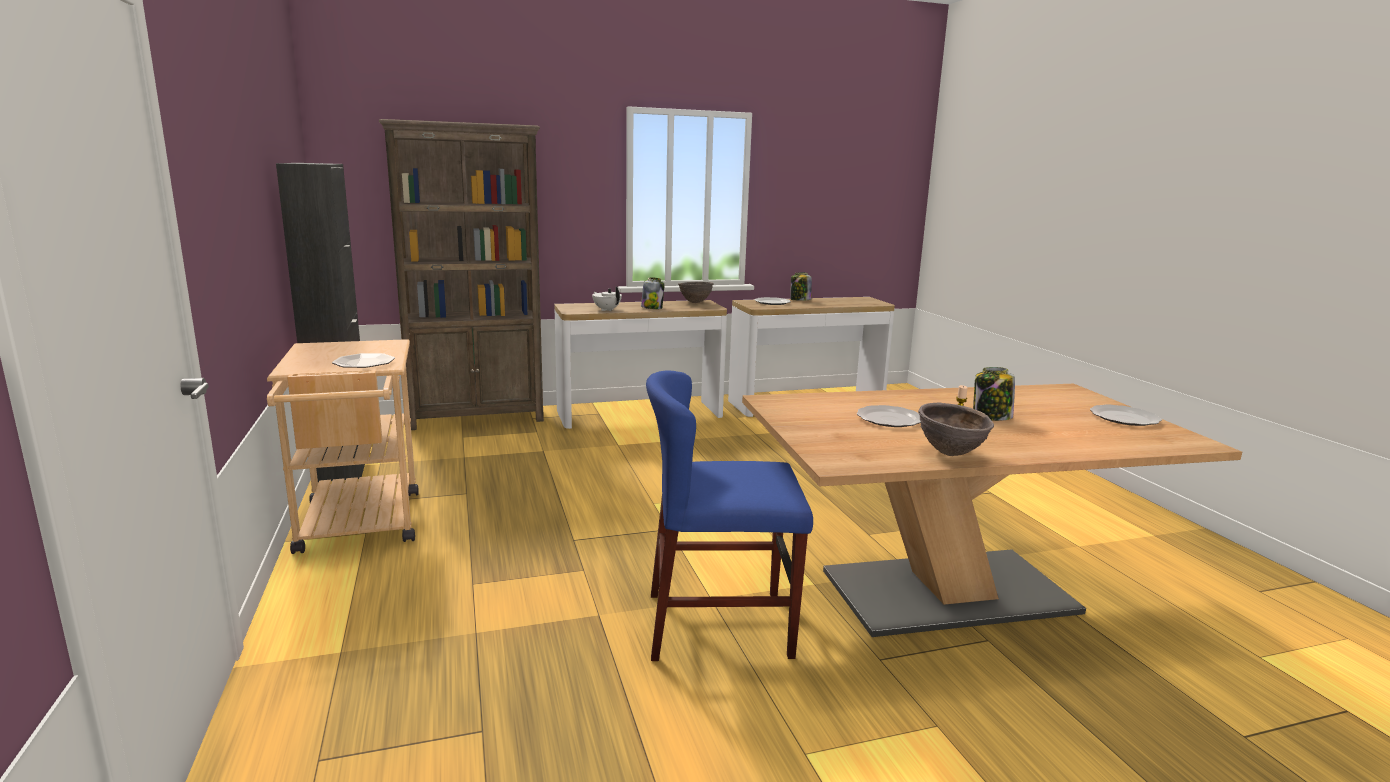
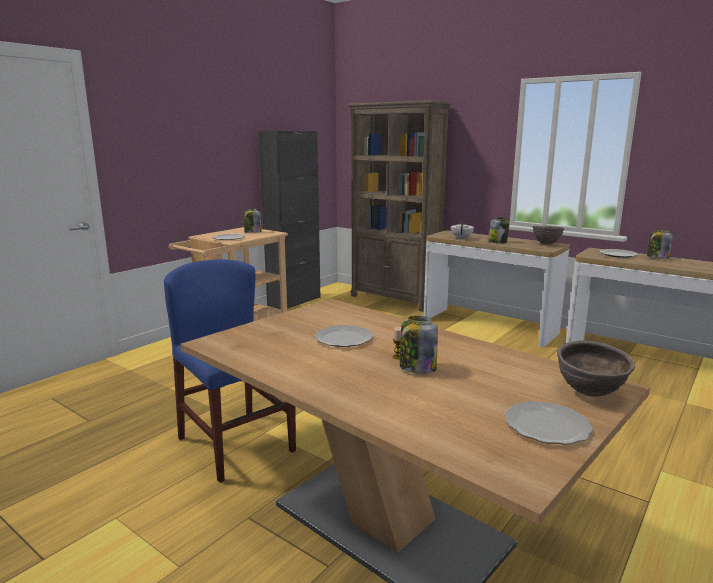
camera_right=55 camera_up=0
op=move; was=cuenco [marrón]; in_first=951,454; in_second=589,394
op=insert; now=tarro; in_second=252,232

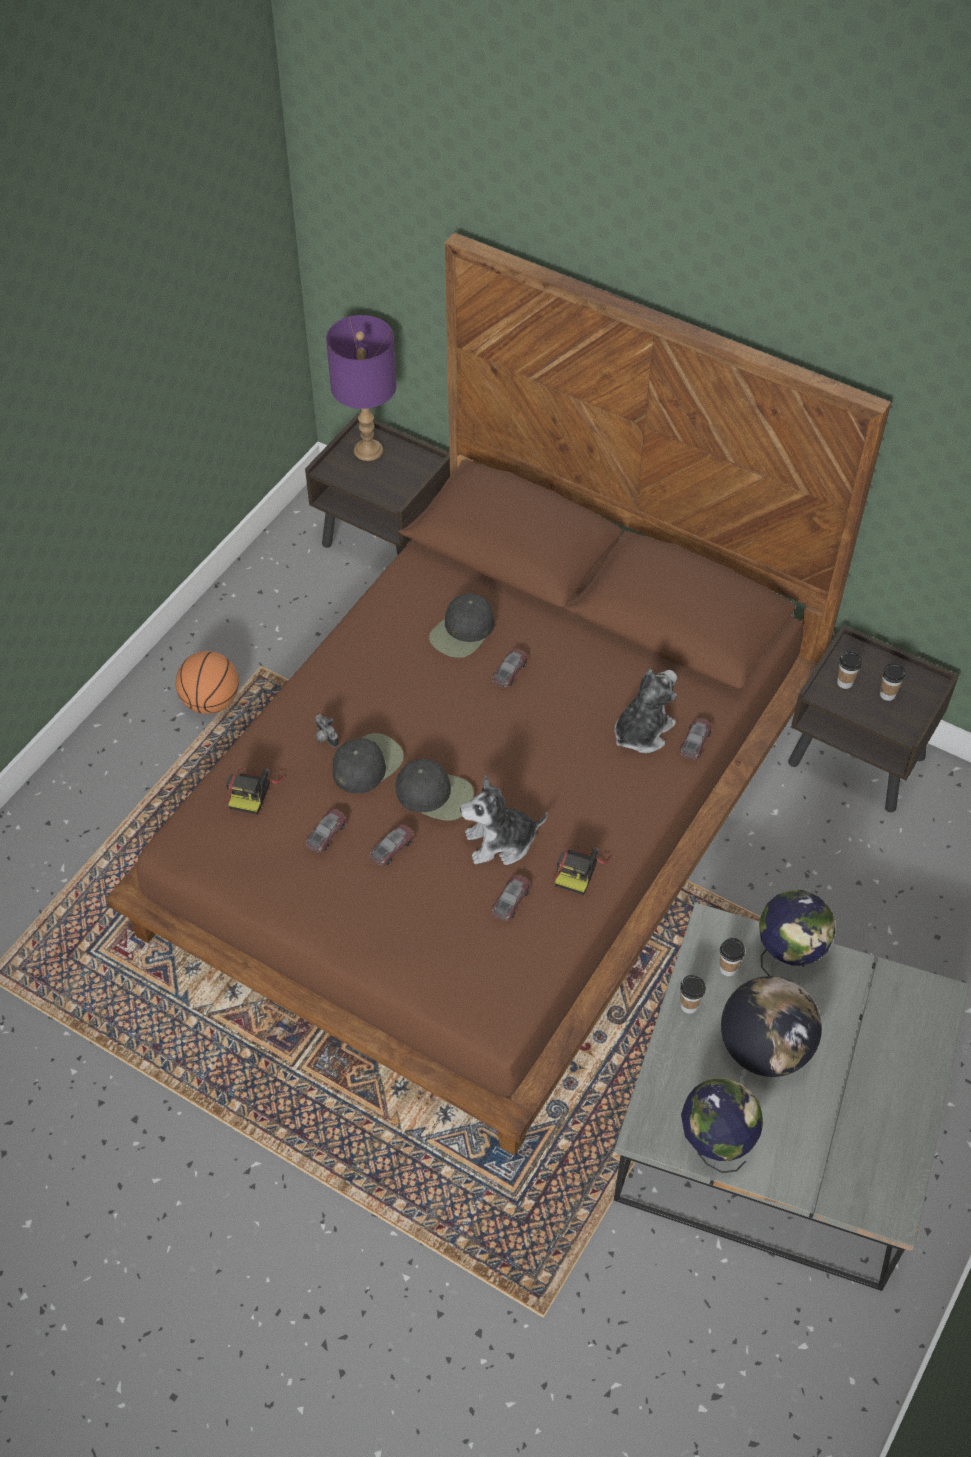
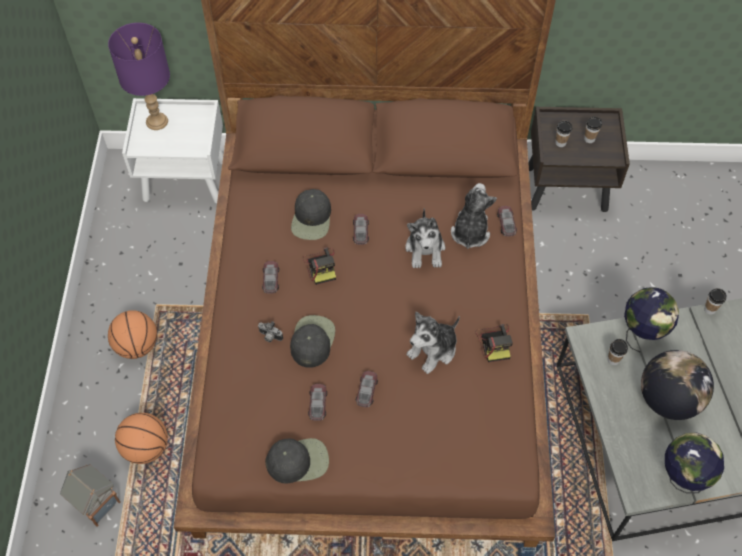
camera_right=-30 camera_up=5
op=move; was=cámara; in_first=253,790; in_second=321,266
op=recolor; was=mesita de noche [marrón]; now=mesita de noche [blanco]; in_first=386,543; in_second=186,180
op=move; was=gorra [negro]; in_first=435,794; in_second=298,461
op=move; was=coche de juguete; in_first=511,900; in_second=271,279
op=move; was=taza; in_first=689,1005; in_second=709,309
op=insert; now=casita; in_second=96,503
op=insert; now=balón de baloncesto; in_second=146,448
op=insert; now=peluche; in_second=425,249

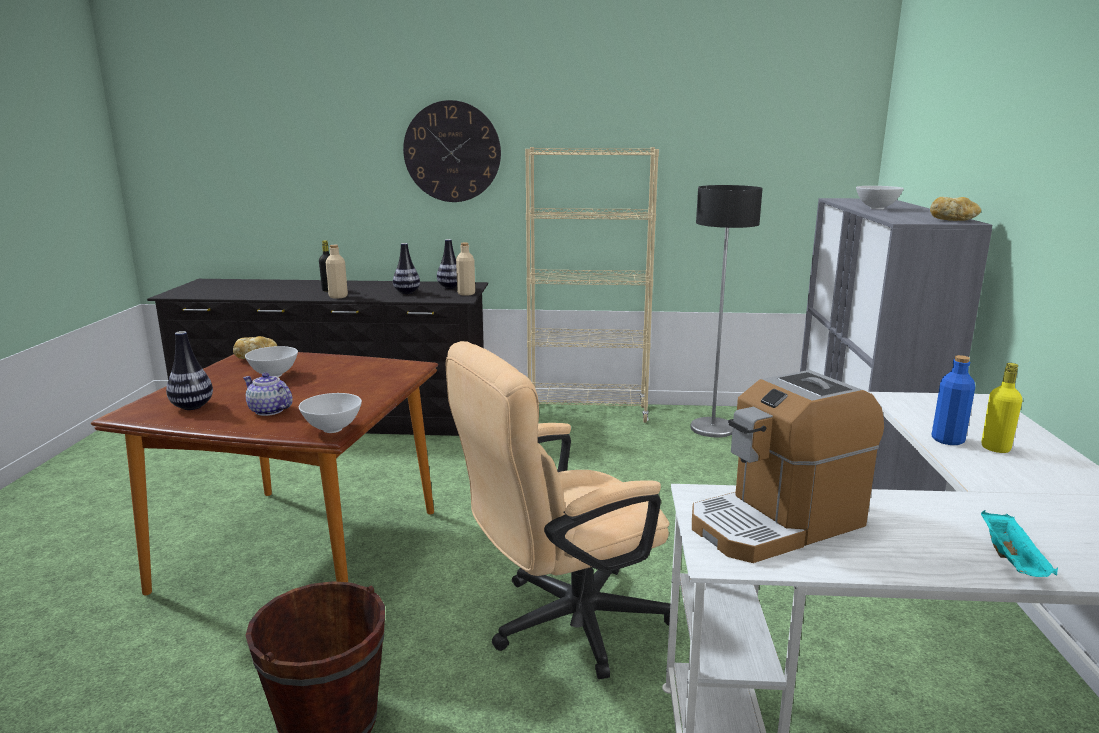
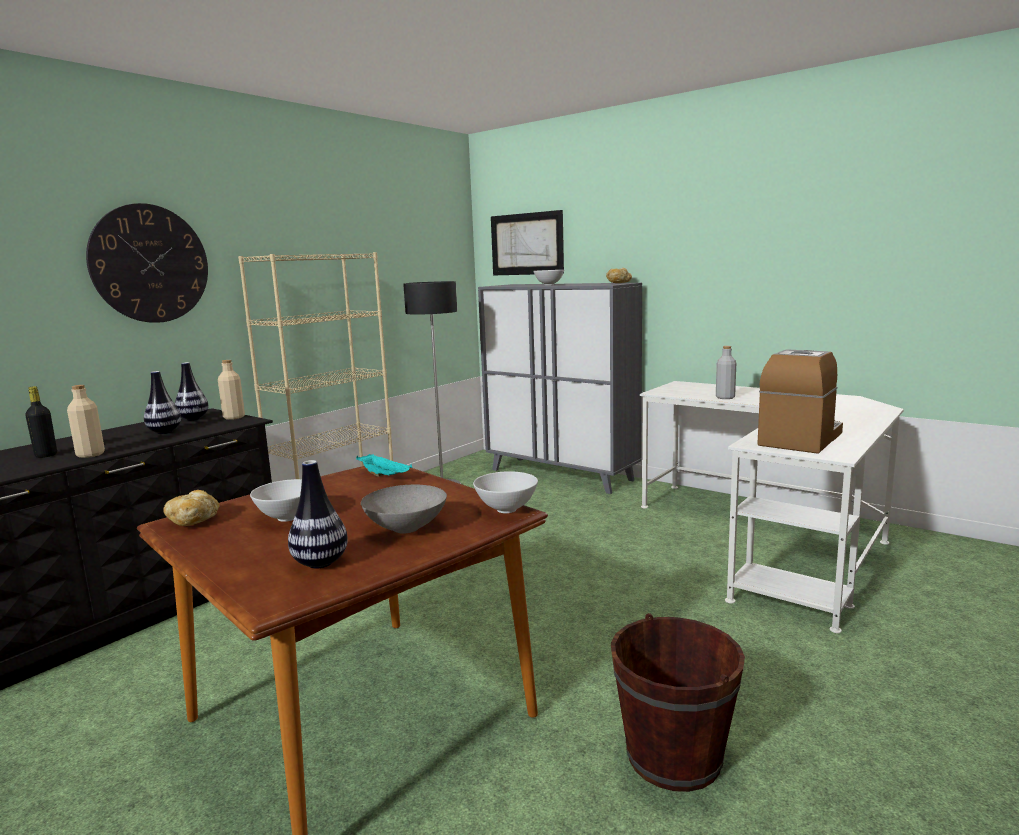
camera_right=-55 camera_up=-5
op=replace; was=tetera; now=cuenco [gris]; in_first=269,411; in_second=407,528
op=delete; was=silla de oficina [beis]; in_first=562,624
op=rotate; was=cafetera; in_first=777,523; in_second=800,439; clockwise=-150
op=recolor; was=botella [azul]; now=botella [gris]; in_first=947,440; in_second=725,397
op=delete; was=botella [amarillo]; in_first=995,448
op=move; was=bandeja [turquesa]; in_first=1013,562; in_second=385,476
op=insert; now=cuadro; in_second=526,244

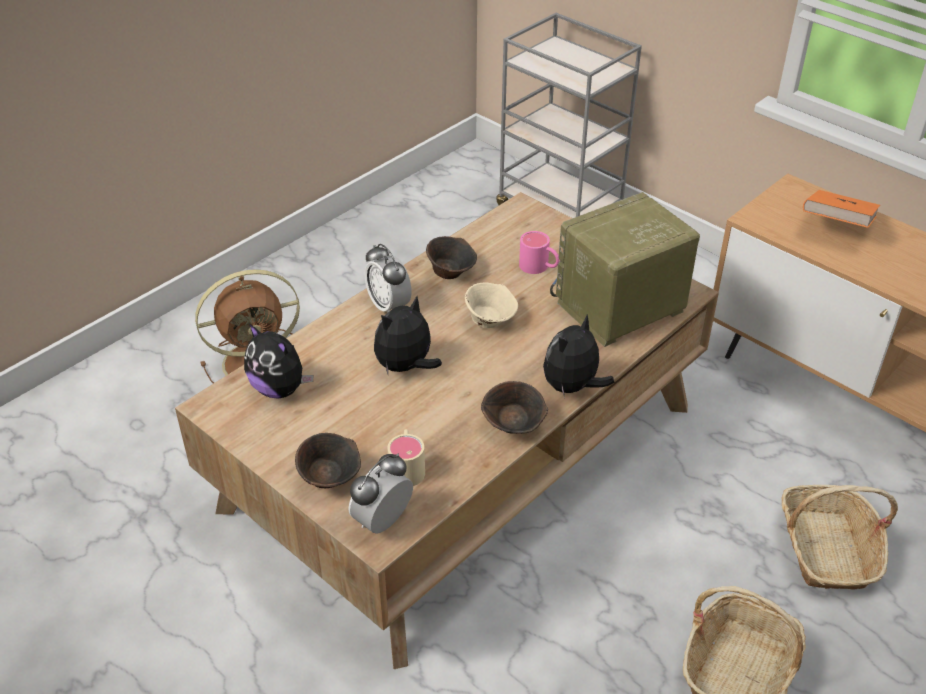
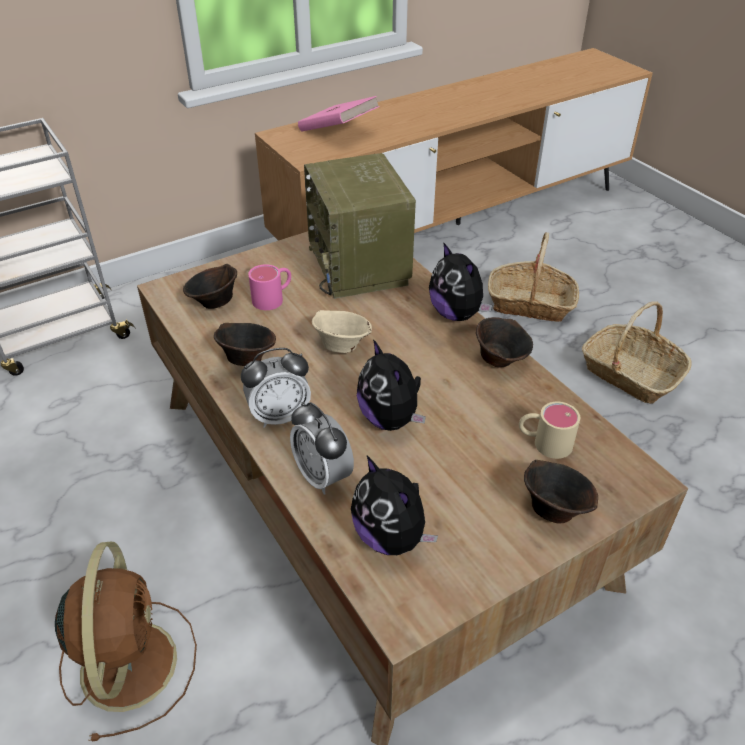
camera_right=-75 camera_up=0
op=rotate; was=peluche; in_first=280,388; in_second=391,537; clockwise=90
op=move; was=despertador; in_first=382,521; in_second=323,476
op=recolor; was=libro [naranja]; now=libro [rosa]; in_first=836,226; in_second=338,132
op=insert; now=cuenco [marrón]; in_second=214,302

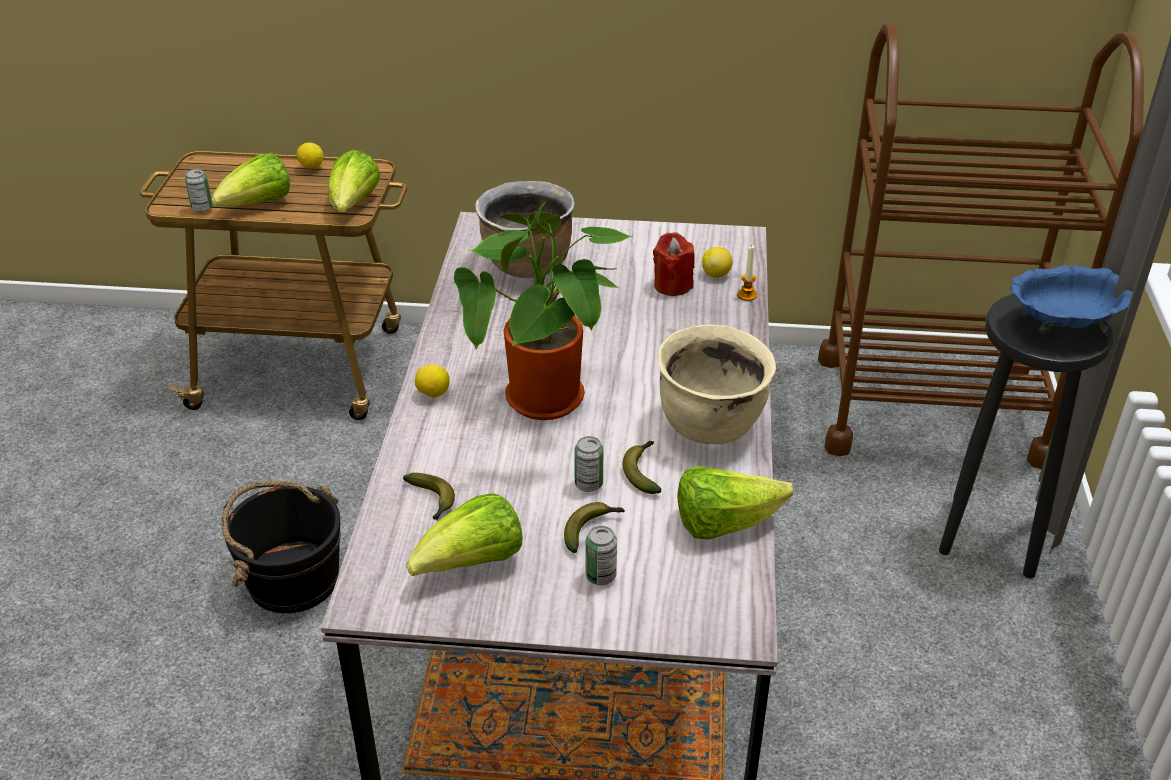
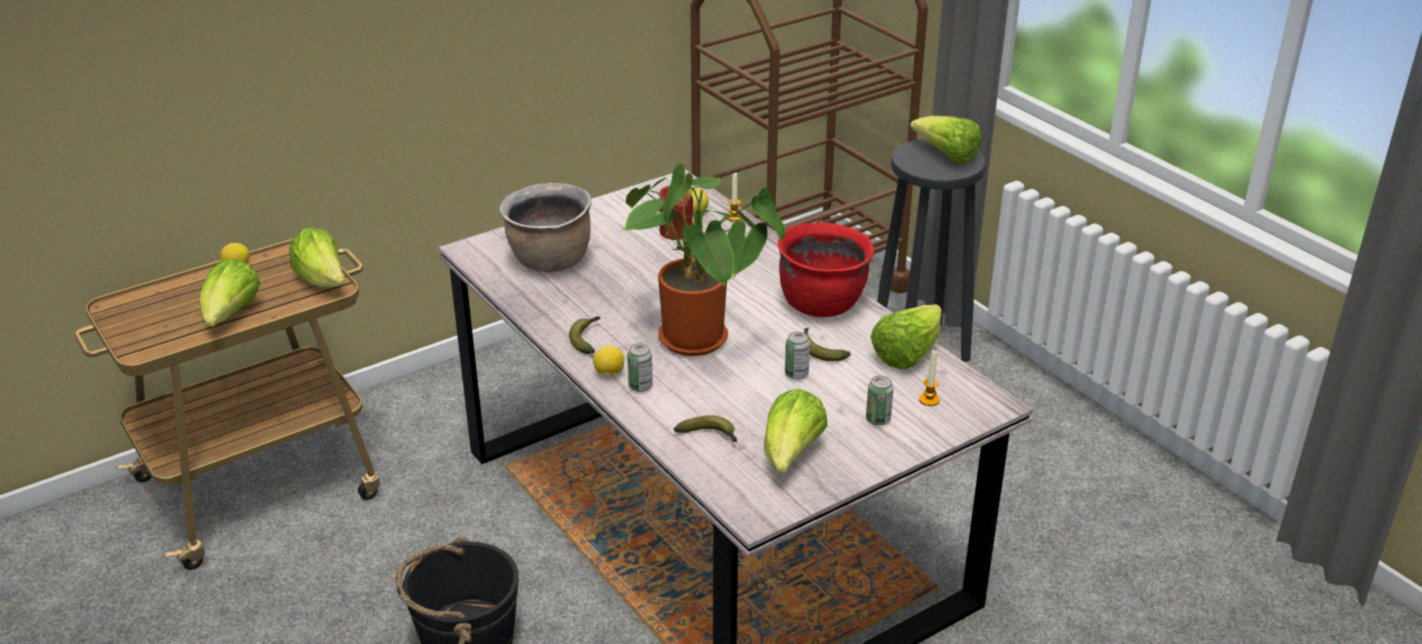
camera_right=-40 camera_up=-5
op=move; was=lata; in_first=202,208; in_second=640,386
op=move; was=plátano; in_first=591,529; in_second=587,339
op=recolor; was=olla [beis]; now=olla [rojo]; in_first=711,425; in_second=822,304
op=replace; was=cuenco [azul]; now=lechuga; in_first=1062,326; in_second=947,156
op=insert; now=vela; in_second=929,400

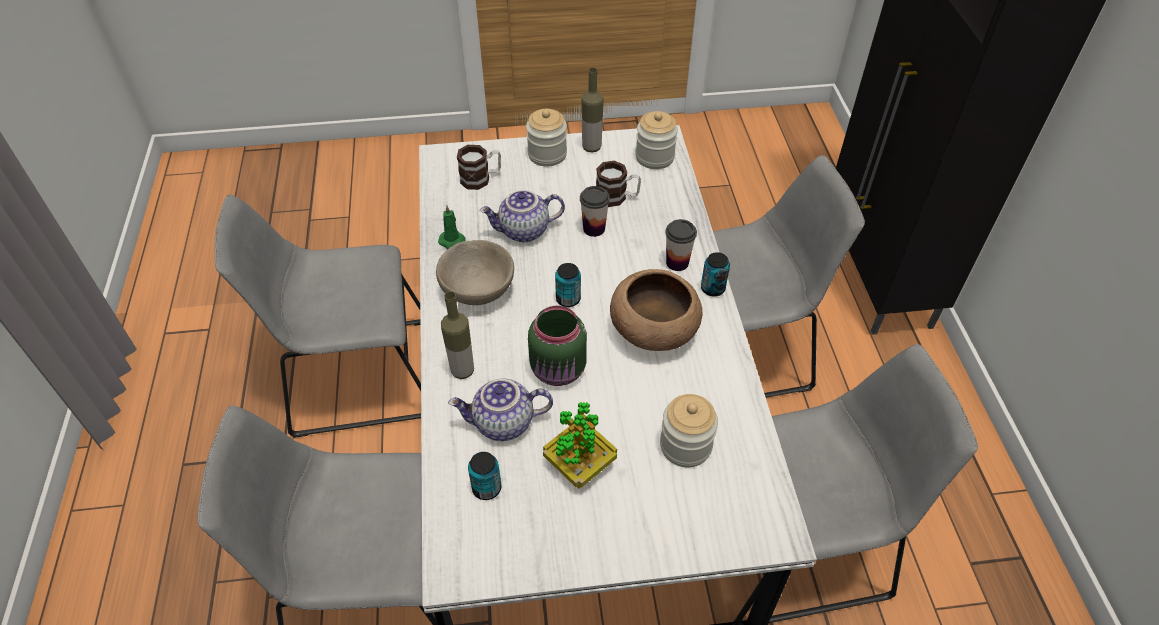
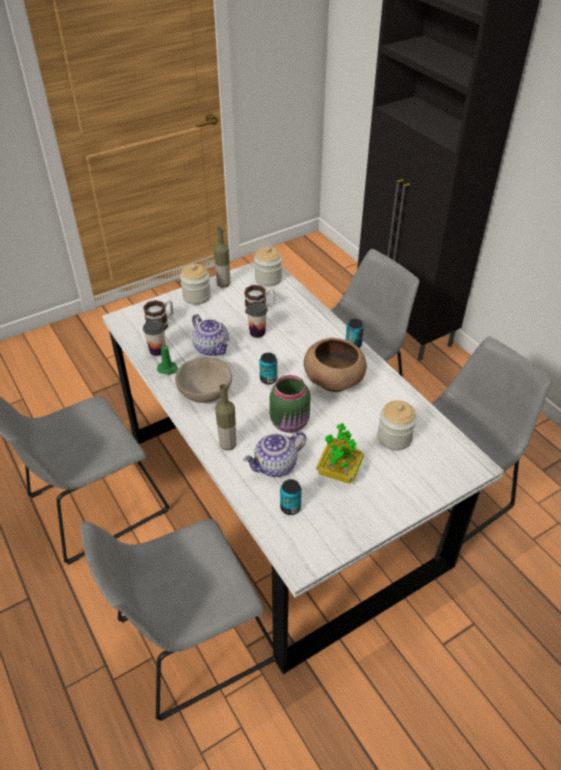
camera_right=-25 camera_up=-5
op=rotate; was=tetera; in_first=524,231; in_second=212,348; clockwise=-90
op=move; was=taza; in_first=677,262; in_second=157,350

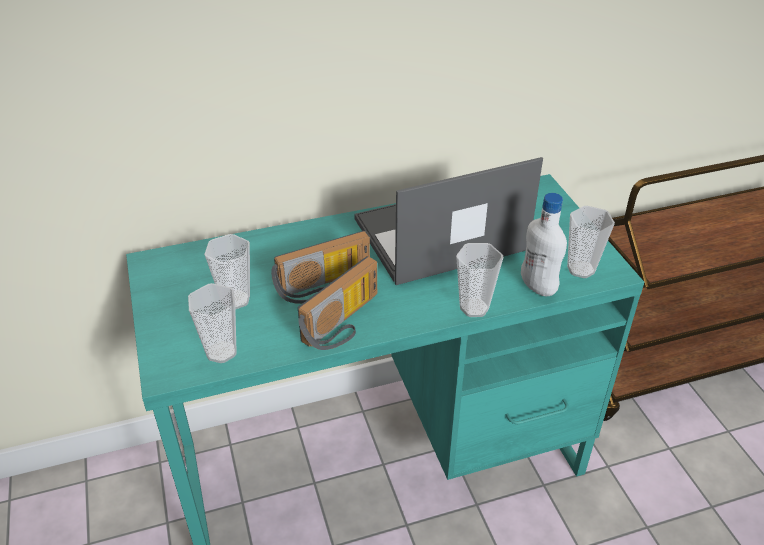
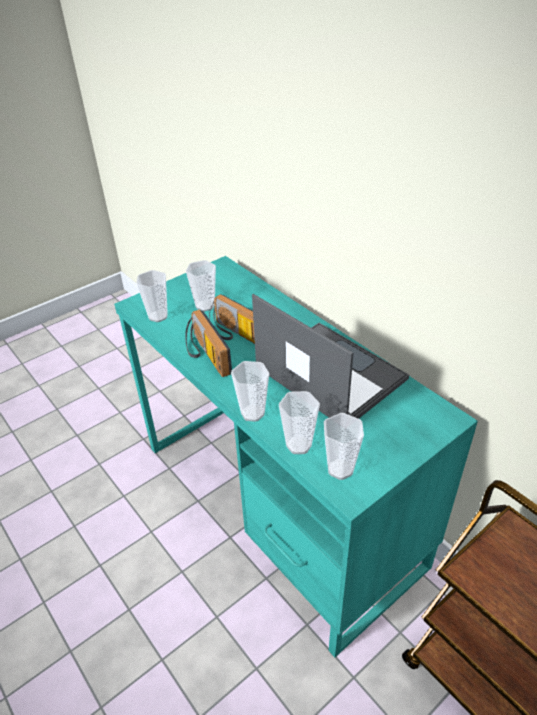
camera_right=70 camera_up=0
op=rotate; was=radio; in_first=345,323; in_second=205,355; clockwise=45
op=replace; was=botella [blanco]; now=taza; in_first=538,287; in_second=298,445

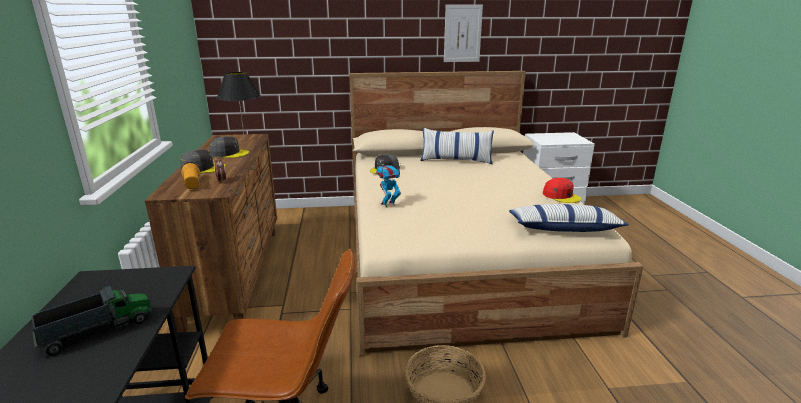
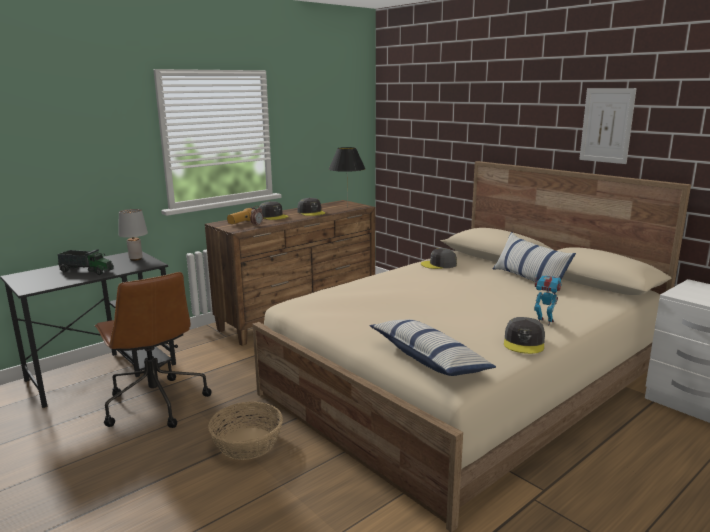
camera_right=55 camera_up=-5
op=move; was=robot de juguete; in_first=388,204; in_second=544,321
op=recolor; was=gorra [rojo]; now=gorra [gris]; in_first=561,196; in_second=524,342
op=insert; now=lámpara de mesa [gris]; in_second=135,259

